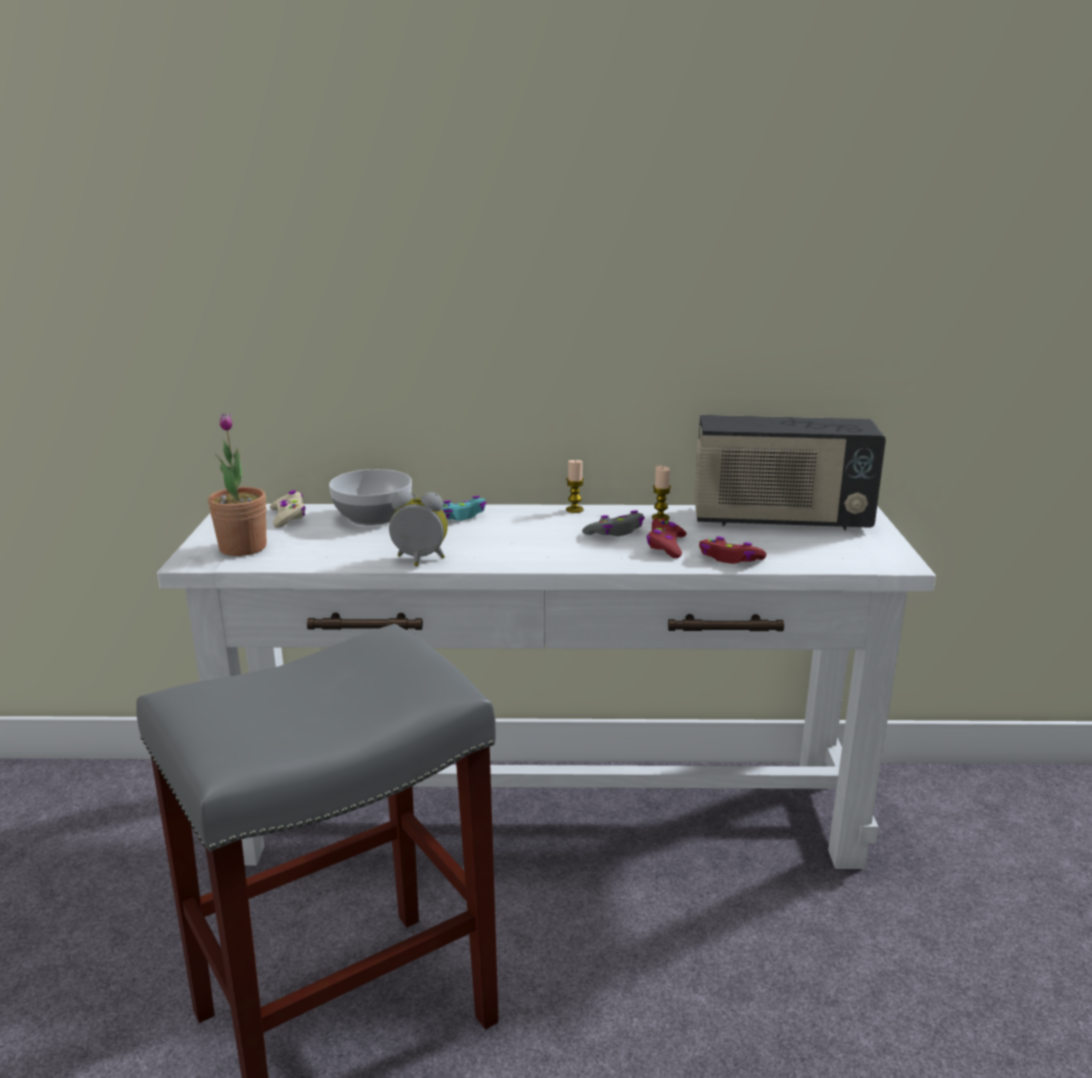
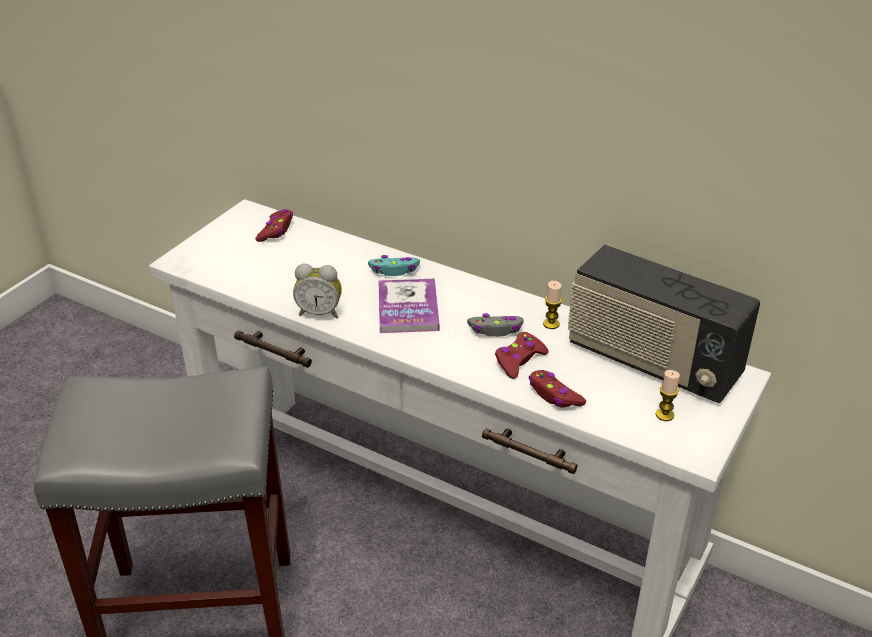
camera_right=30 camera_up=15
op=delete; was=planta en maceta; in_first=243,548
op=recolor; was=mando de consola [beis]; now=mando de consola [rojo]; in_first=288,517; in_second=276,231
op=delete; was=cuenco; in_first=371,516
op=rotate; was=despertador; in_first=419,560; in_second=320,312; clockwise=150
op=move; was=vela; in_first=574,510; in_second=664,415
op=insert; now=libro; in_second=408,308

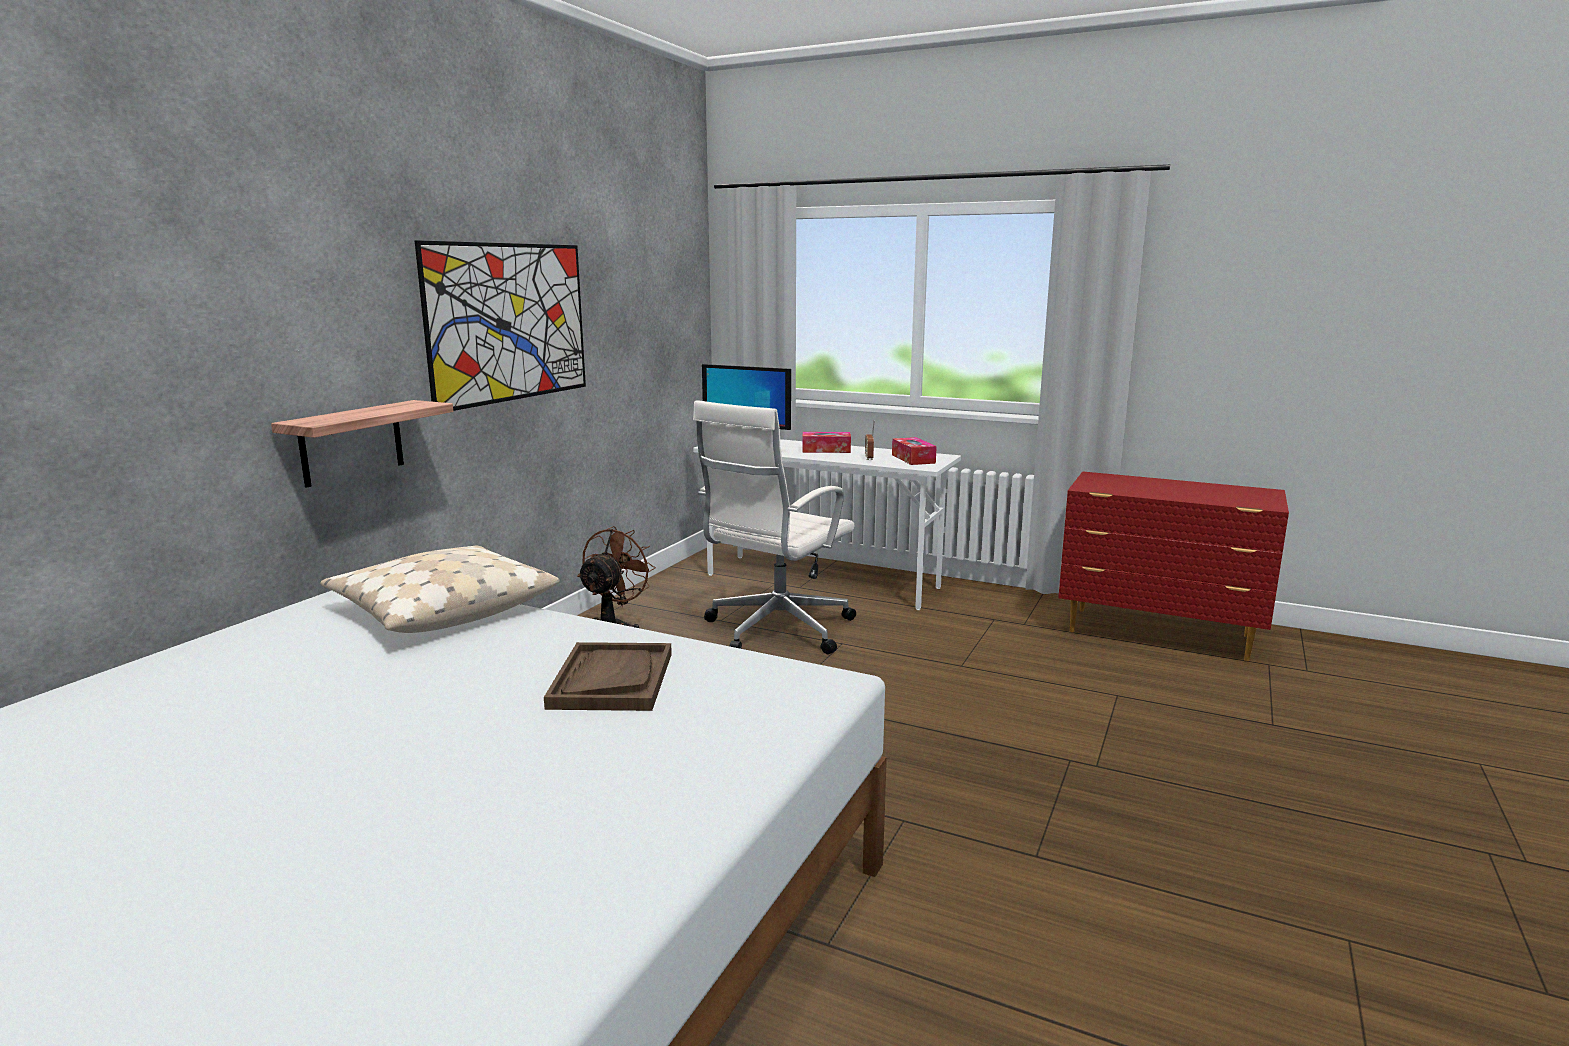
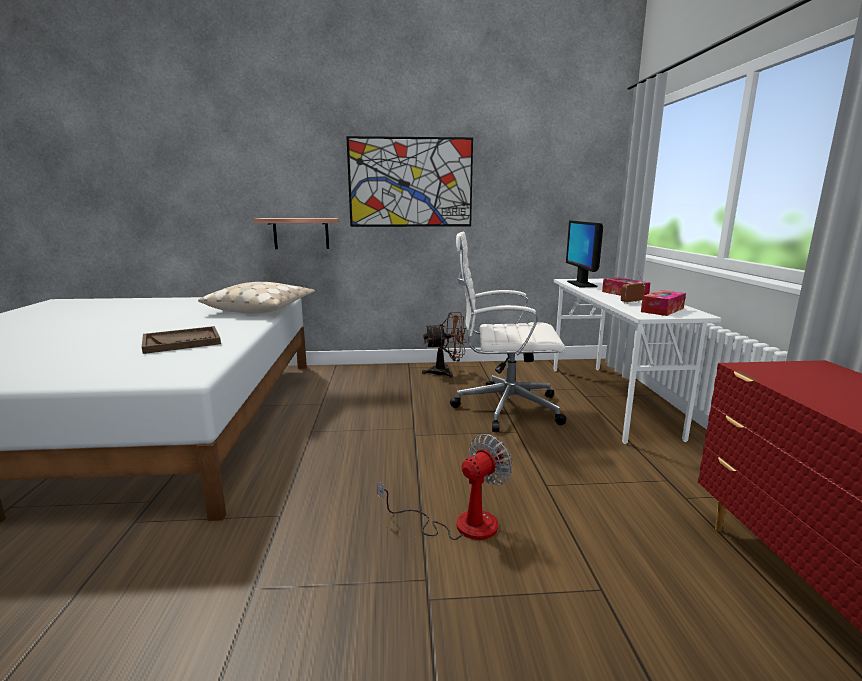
camera_right=60 camera_up=0
op=insert; now=ventilador; in_second=460,524

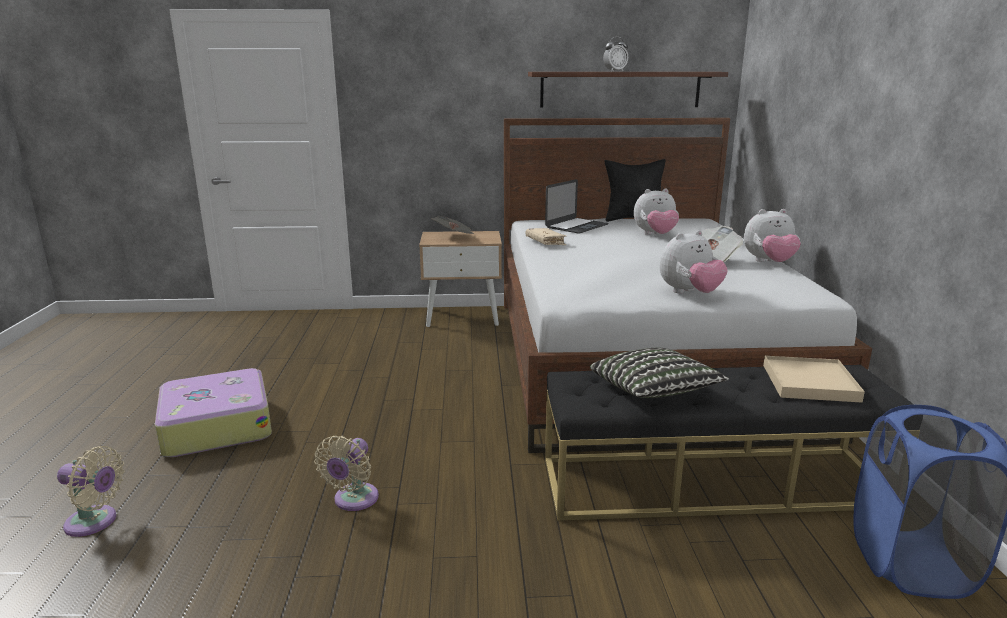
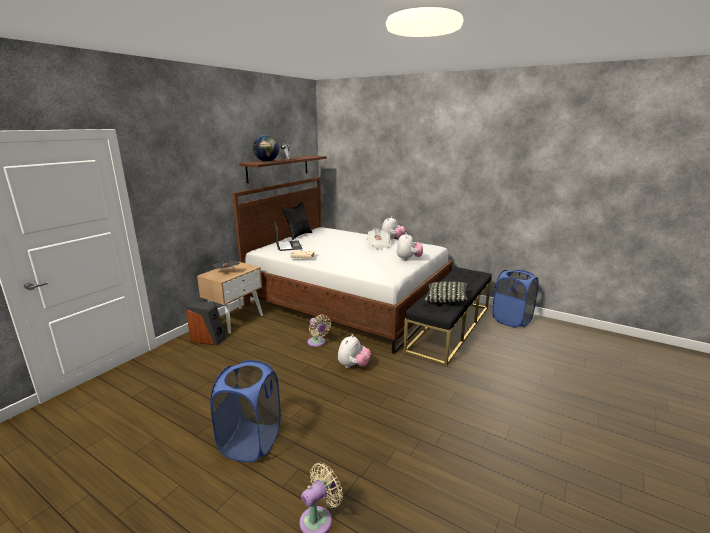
camera_right=-55 camera_up=0
op=replace; was=maleta; now=cesto de la ropa [azul]; in_first=216,426; in_second=251,442
op=move; was=ventilador [beis]; in_first=353,500; in_second=317,343
op=move; was=peluche; in_first=655,235; in_second=353,366
op=delete; was=bandeja [beis]; in_first=810,383
op=insert; now=altavoz; in_second=208,339
op=insert; now=globo terráqueo; in_second=267,161

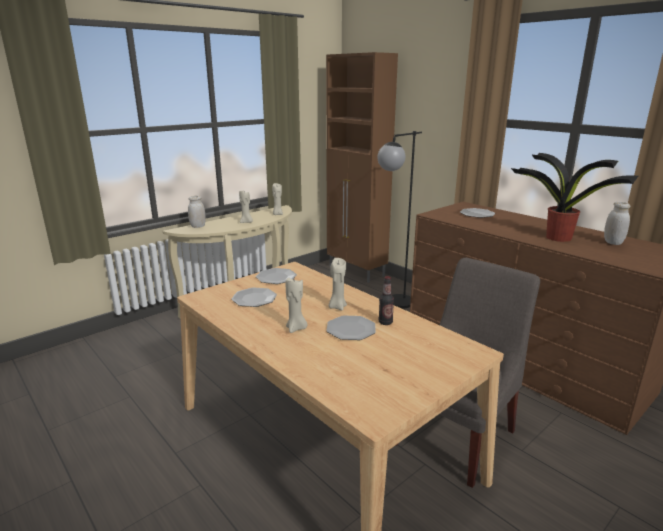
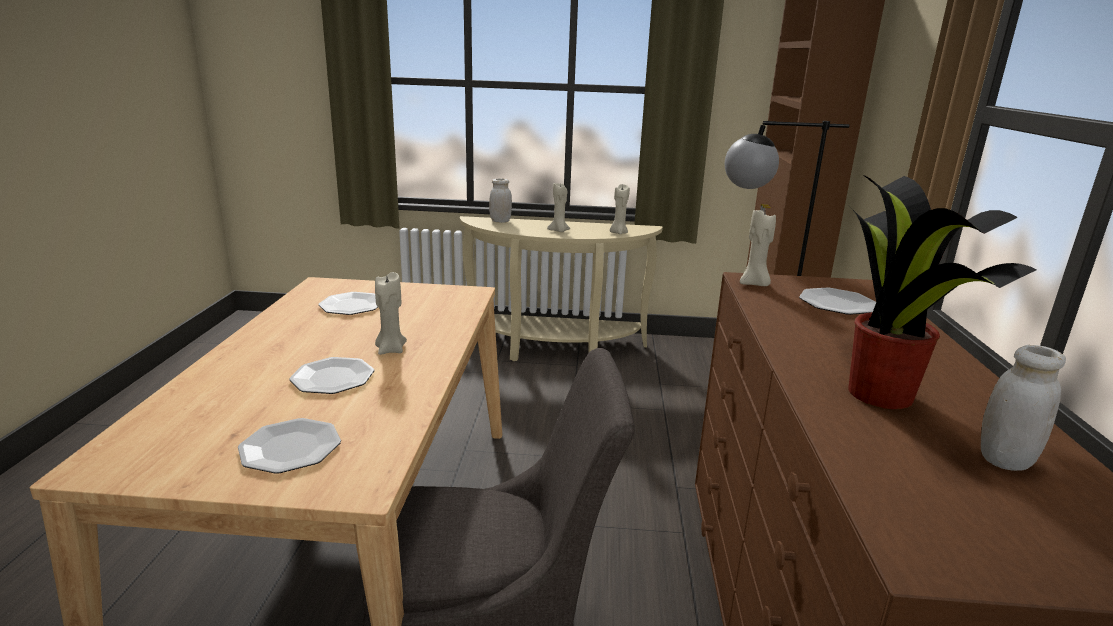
camera_right=45 camera_up=0
op=move; was=plato; in_first=276,277; in_second=290,448
op=move; was=vela [beis]; in_first=296,328; in_second=754,284
op=delete; was=botella; in_first=385,322

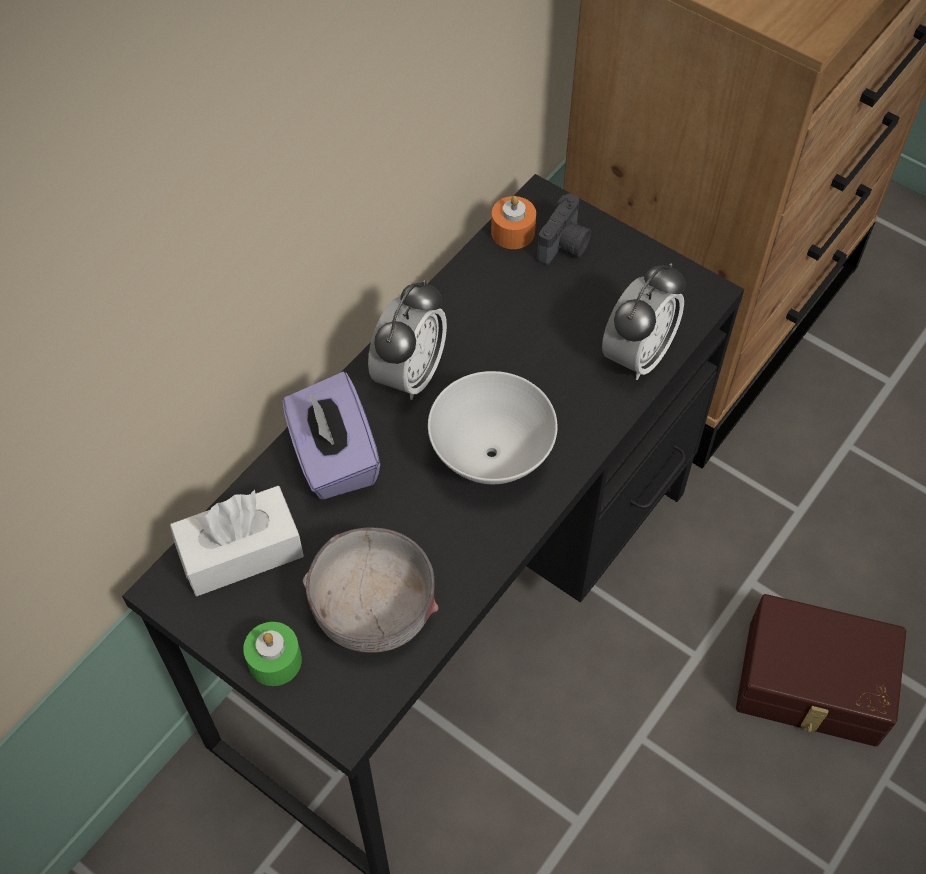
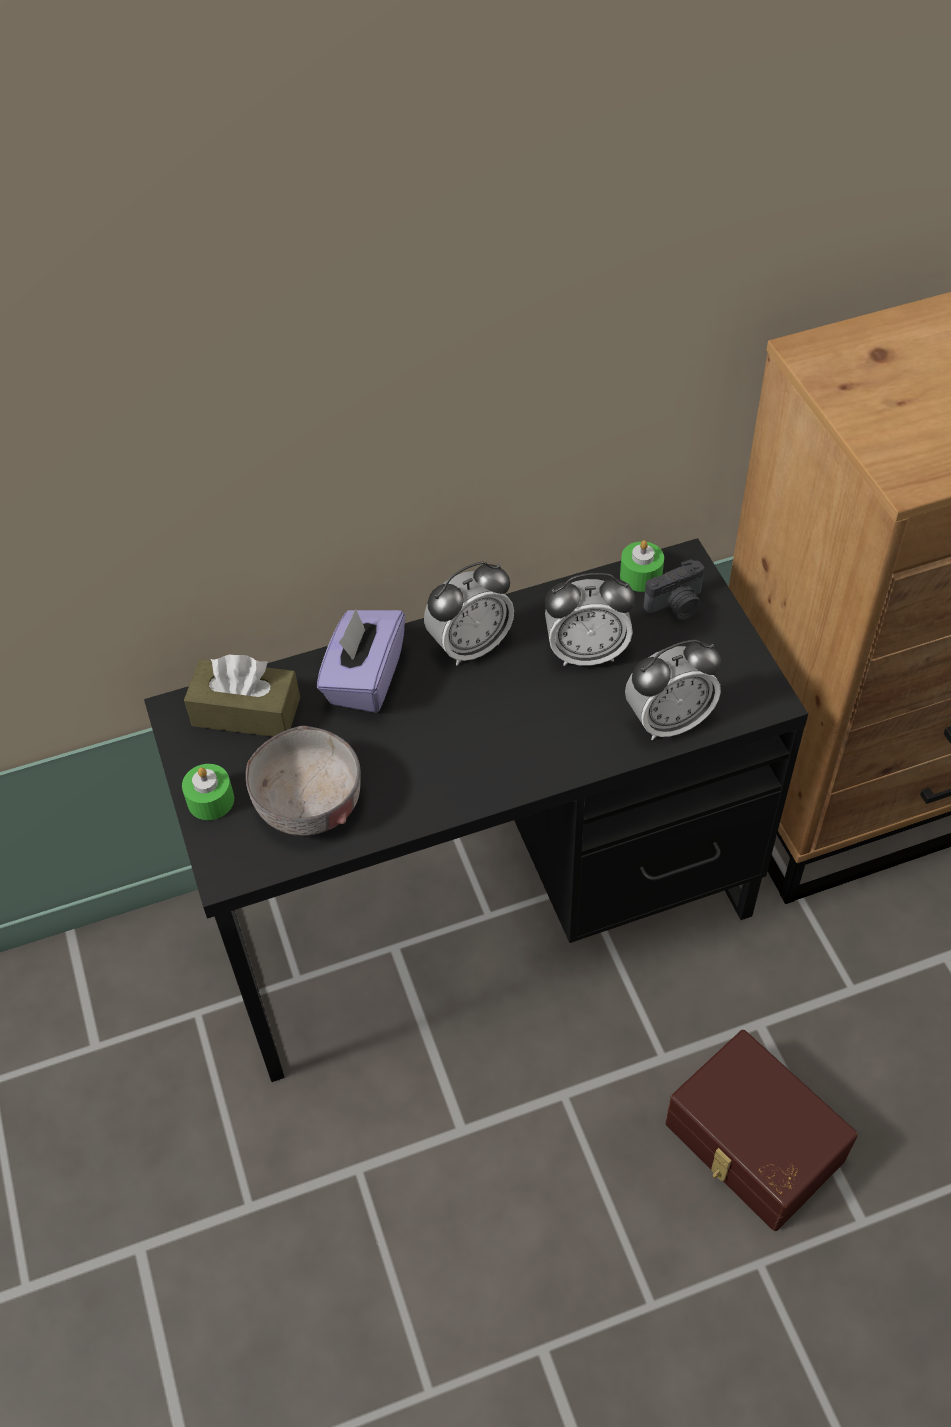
camera_right=35 camera_up=-5
op=recolor; was=caja de pañuelos [blanco]; now=caja de pañuelos [marrón]; in_first=241,552; in_second=246,711
op=delete; was=cuenco [blanco]; in_first=492,456
op=recolor; was=vela [naranja]; now=vela [verde]; in_first=513,232; in_second=641,576
op=insert; now=despertador; in_second=586,652

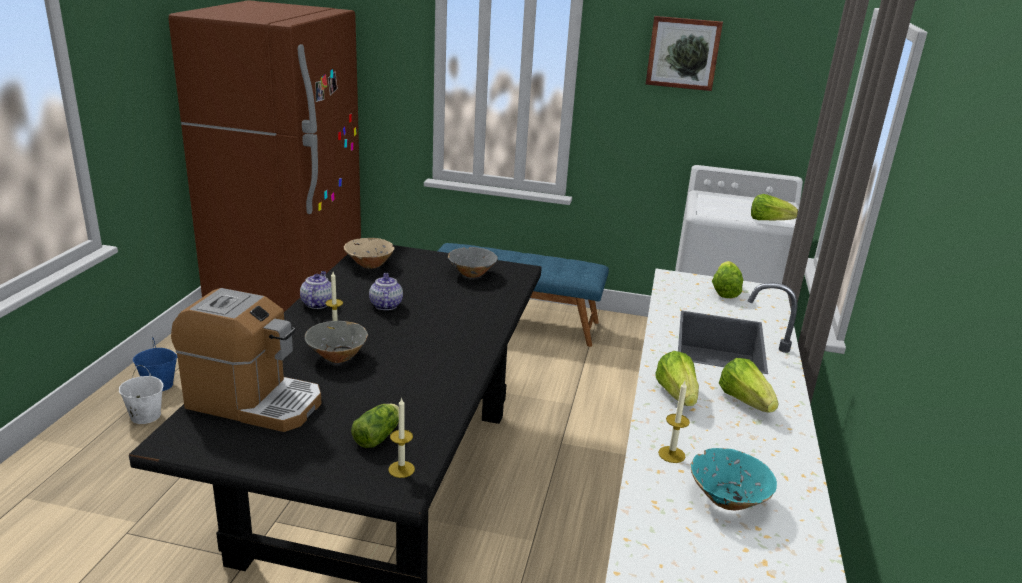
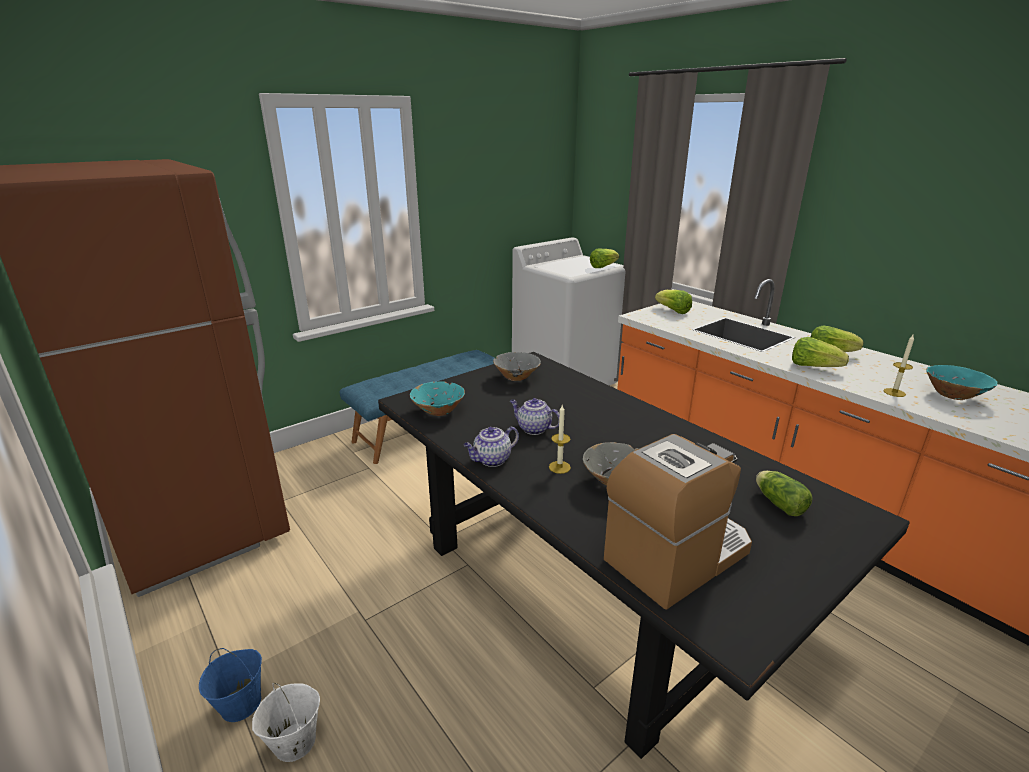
camera_right=-50 camera_up=0
op=rotate; was=tetera; in_first=317,303; in_second=491,460; clockwise=-75
op=recolor; was=cuenco [beis]; now=cuenco [turquesa]; in_first=369,264; in_second=438,411
op=delete; was=vela; in_first=401,469
op=delete; was=cuadro; in_first=683,53

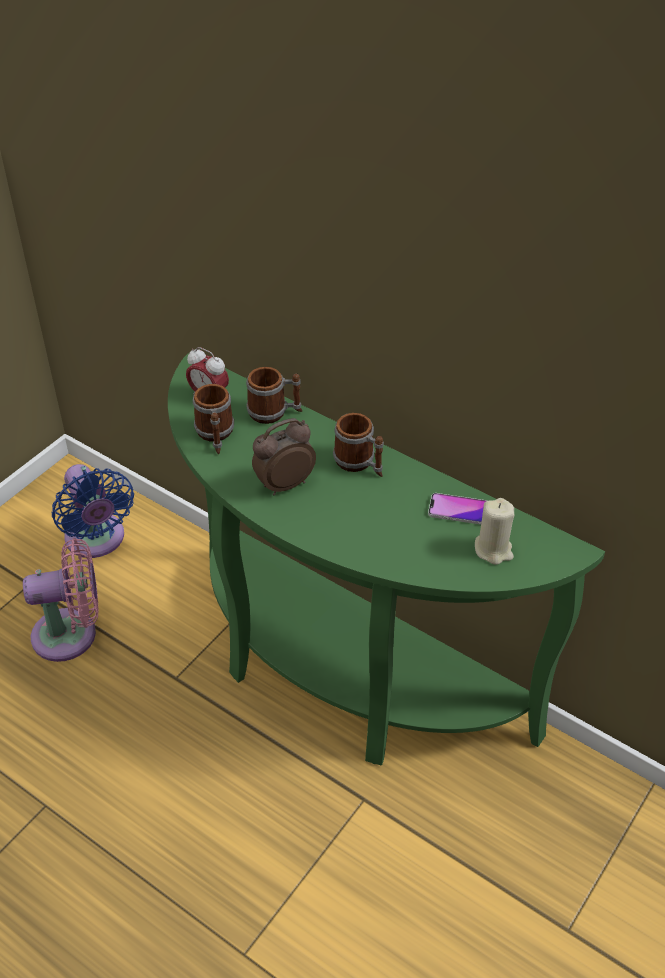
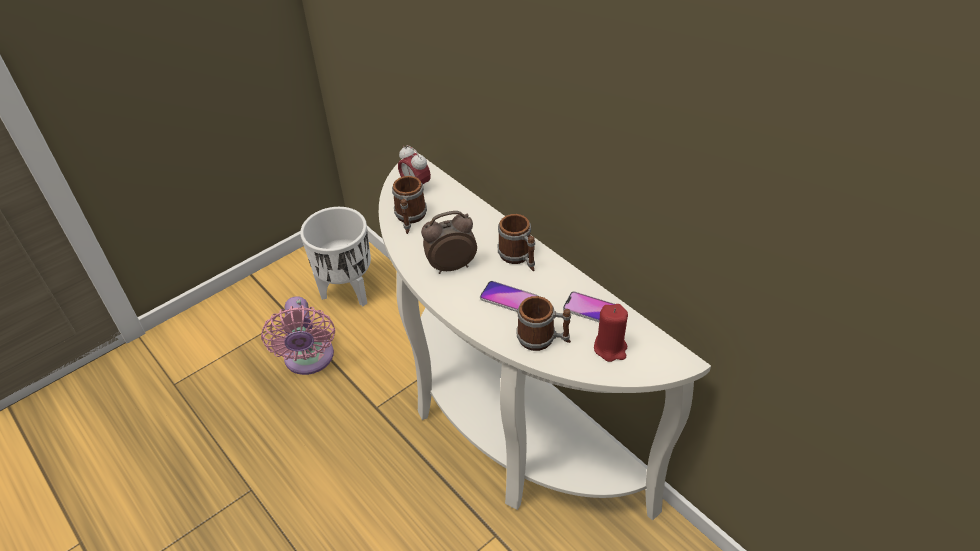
camera_right=15 camera_up=0
op=rotate; was=ventilador [rosa]; in_first=71,634; in_second=309,360; clockwise=75
op=replace; was=ventilador [azul]; now=maceta [blanco]; in_first=97,540; in_second=348,291
op=recolor; was=mesa consola [verde]; now=mesa consola [blanco]; in_first=338,673; in_second=503,427
op=move; was=taza grande; in_first=274,412; in_second=543,339
op=recolor; was=vela [beis]; now=vela [rojo]; in_first=493,549; in_second=610,348
op=insert; now=móvil; in_second=509,299

